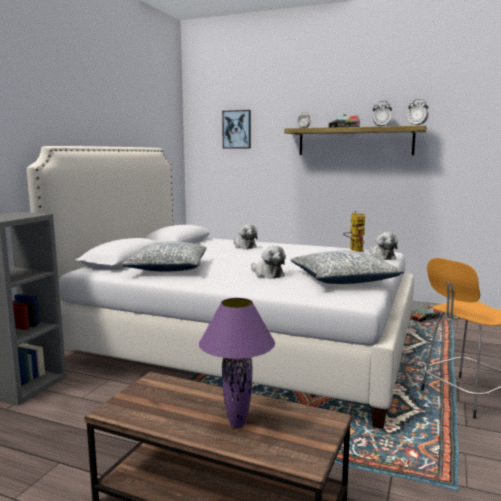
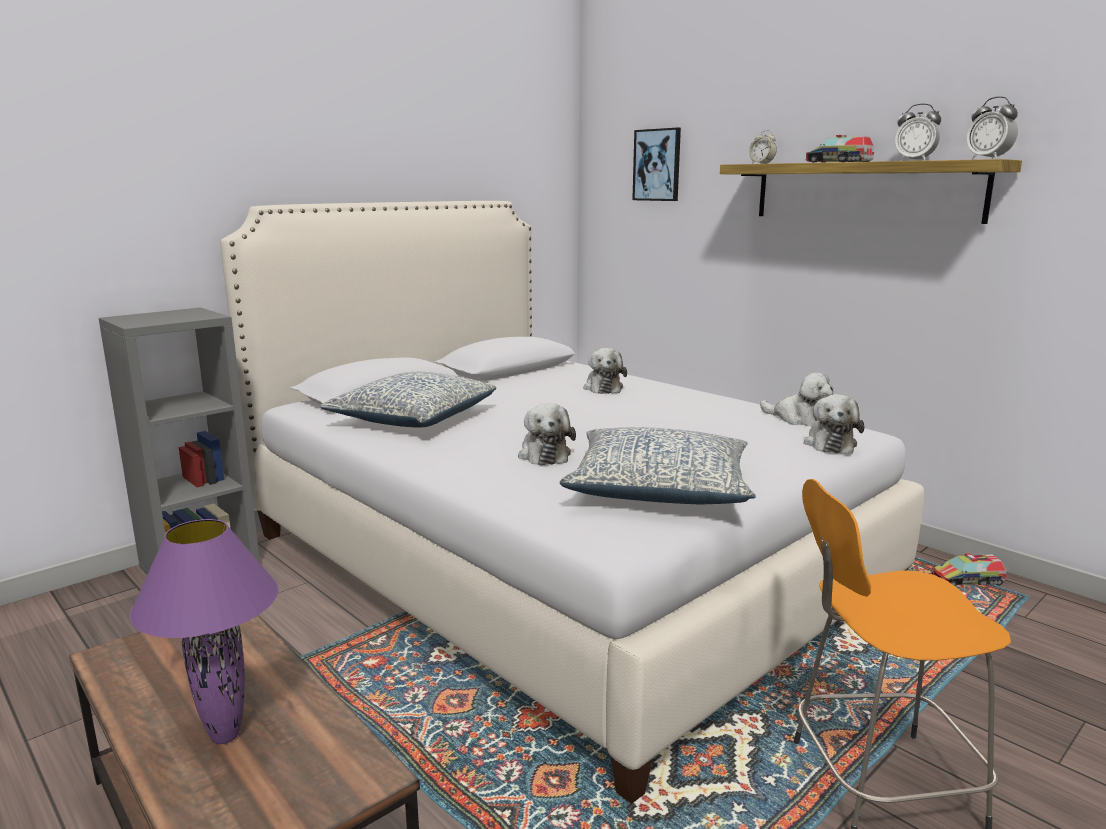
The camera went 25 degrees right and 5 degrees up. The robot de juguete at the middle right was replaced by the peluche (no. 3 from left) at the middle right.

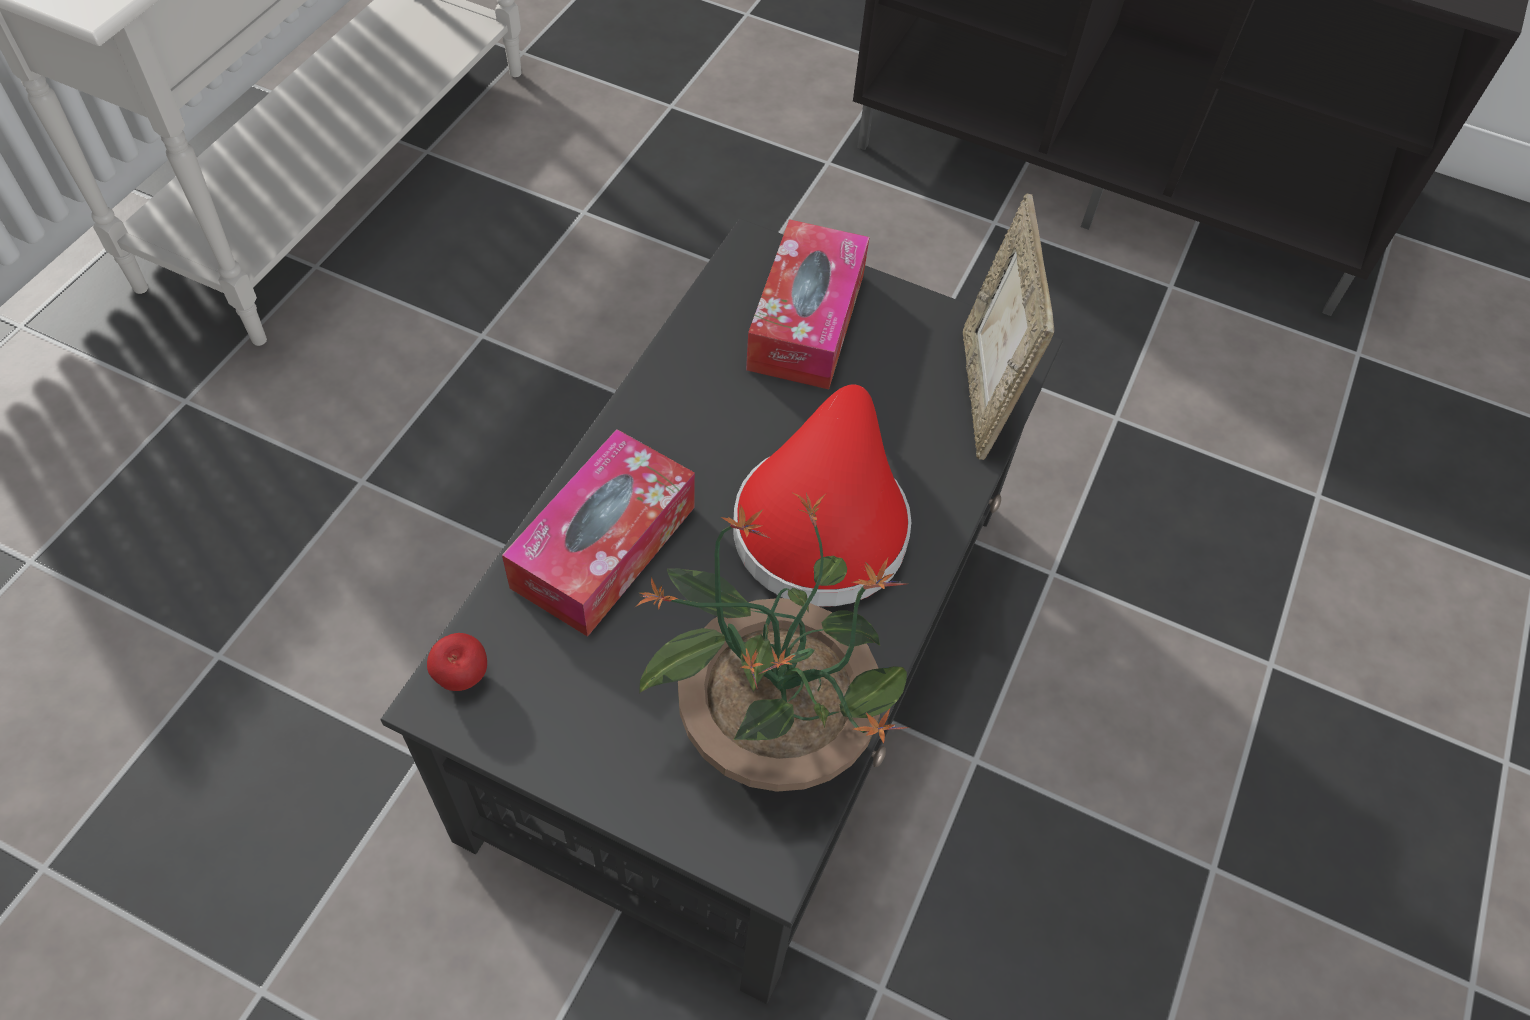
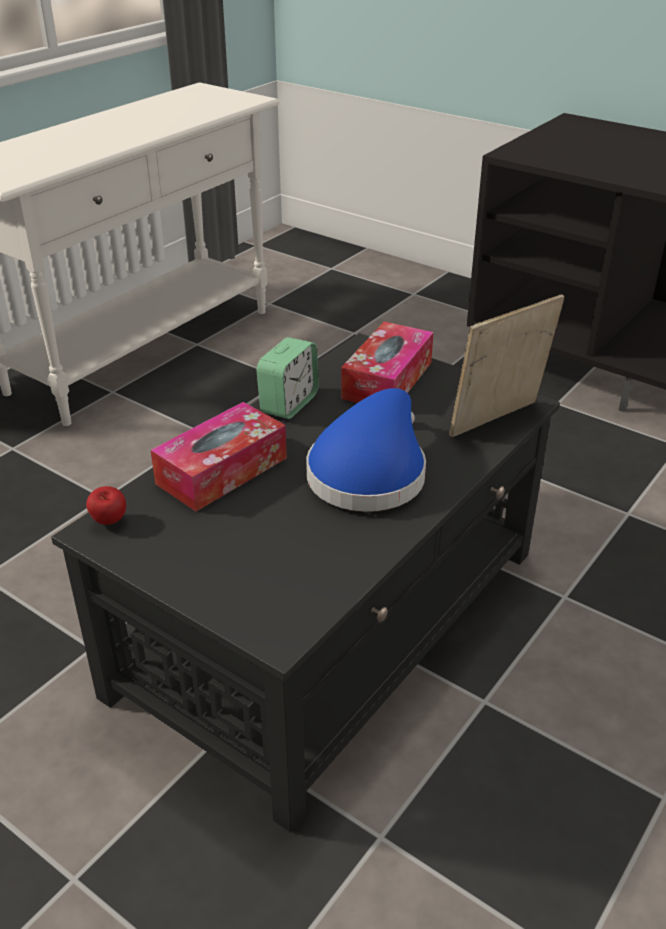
The camera went 15 degrees right and 20 degrees down. The planta en maceta at the centre disappeared. The despertador at the centre appeared. The sombrero [rojo] at the centre became the sombrero [azul] at the centre. The portarretratos at the top centre turned 45 degrees clockwise.

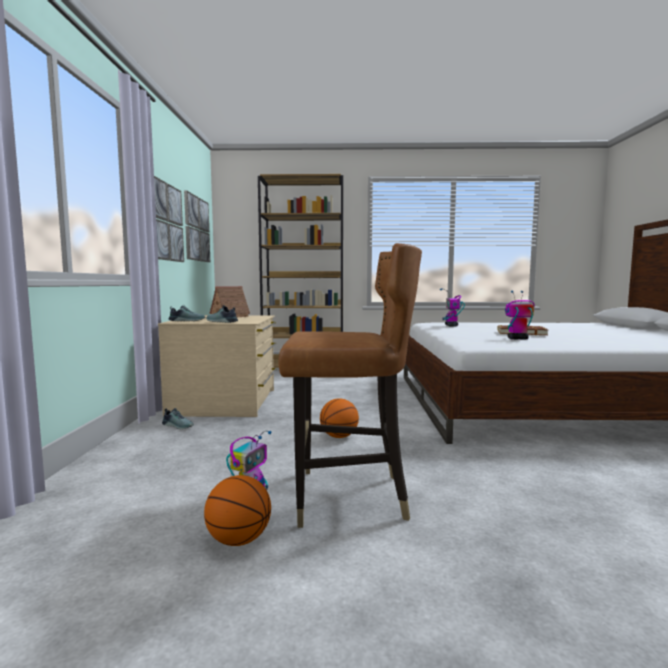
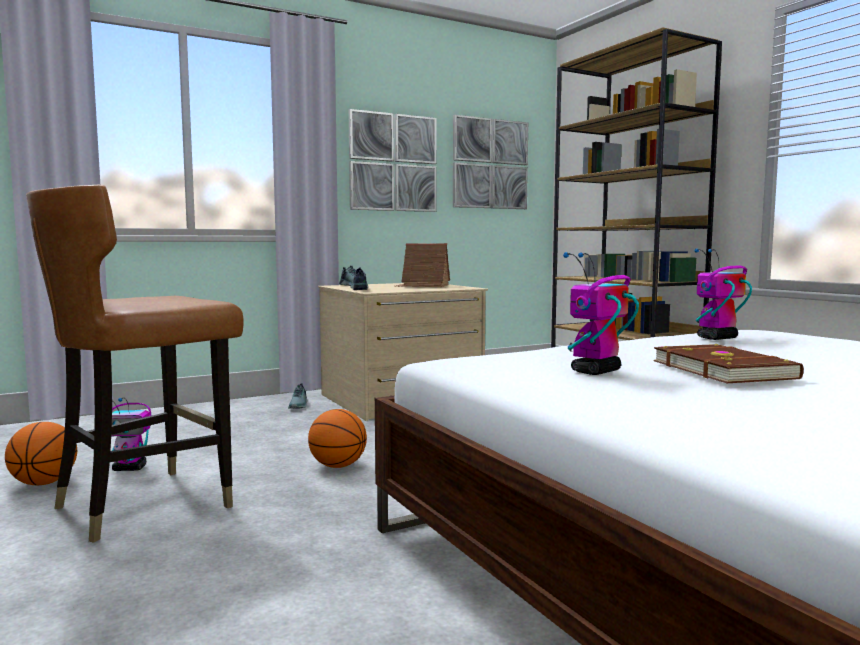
The camera went 60 degrees right and 0 degrees up. The silla [marrón] at the centre turned 75 degrees clockwise. The robot de juguete (no. 3 from left in the first image) at the middle right turned 105 degrees counterclockwise.

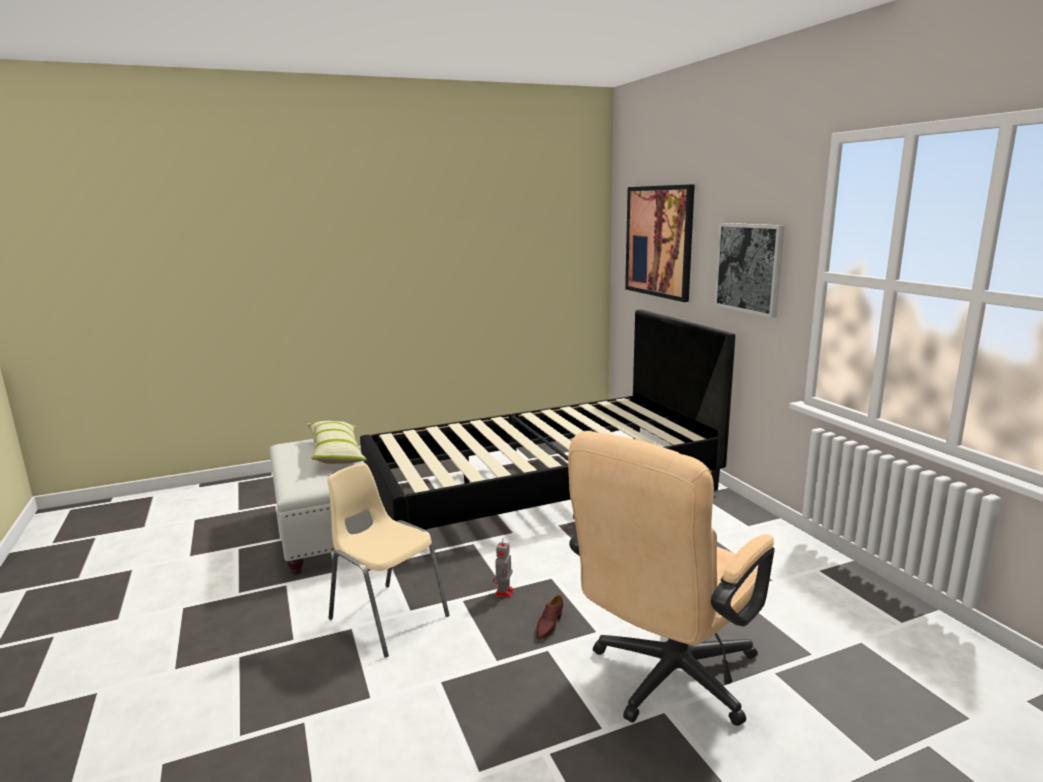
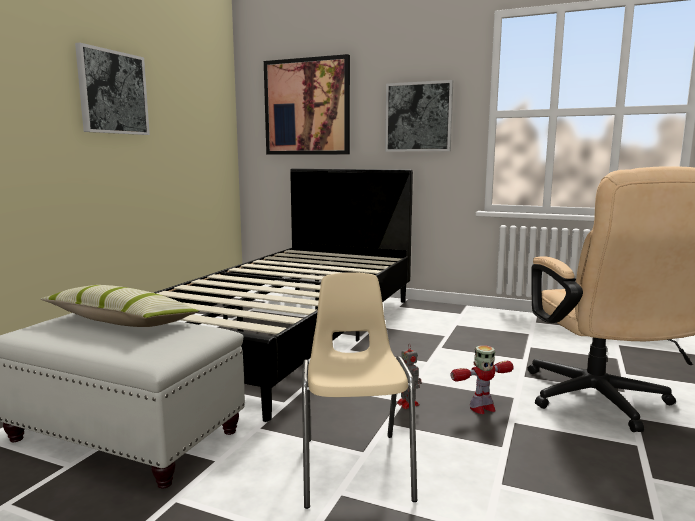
The camera went 45 degrees left and 5 degrees down. The cuadro (no. 1 from left) at the top left appeared. The zapato [marrón] at the bottom centre was replaced by the robot de juguete (no. 2 from left) at the bottom right. The silla [beis] at the bottom centre turned 90 degrees clockwise.

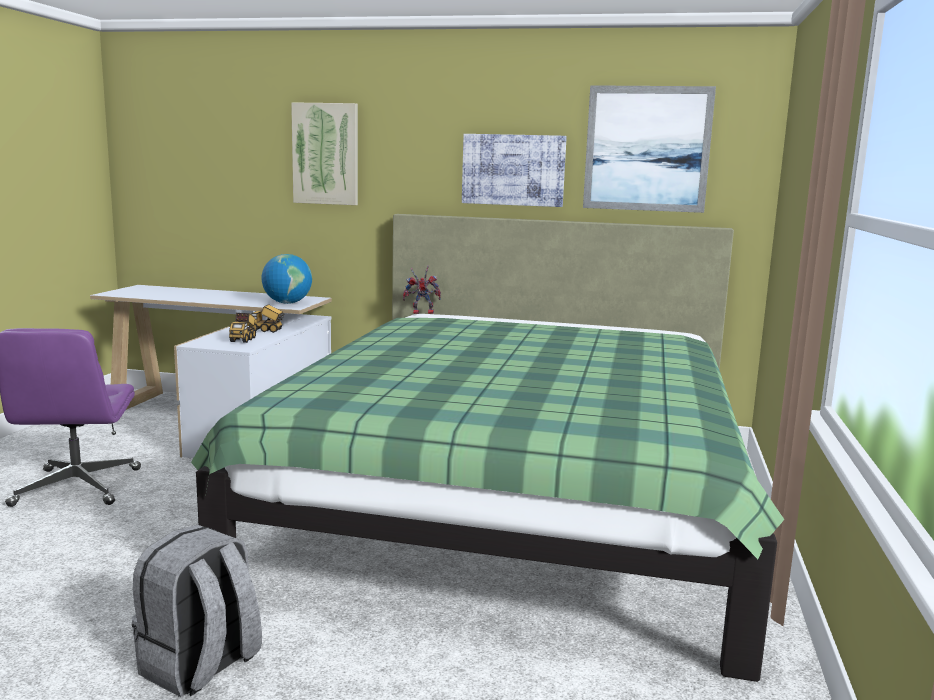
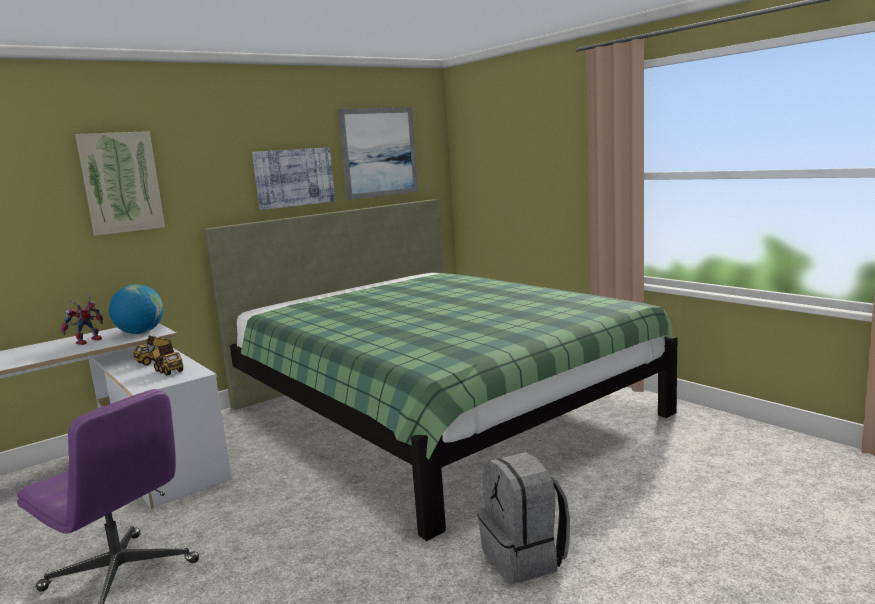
The camera went 50 degrees left and 0 degrees up. The robot de juguete moved from the centre to the middle left.

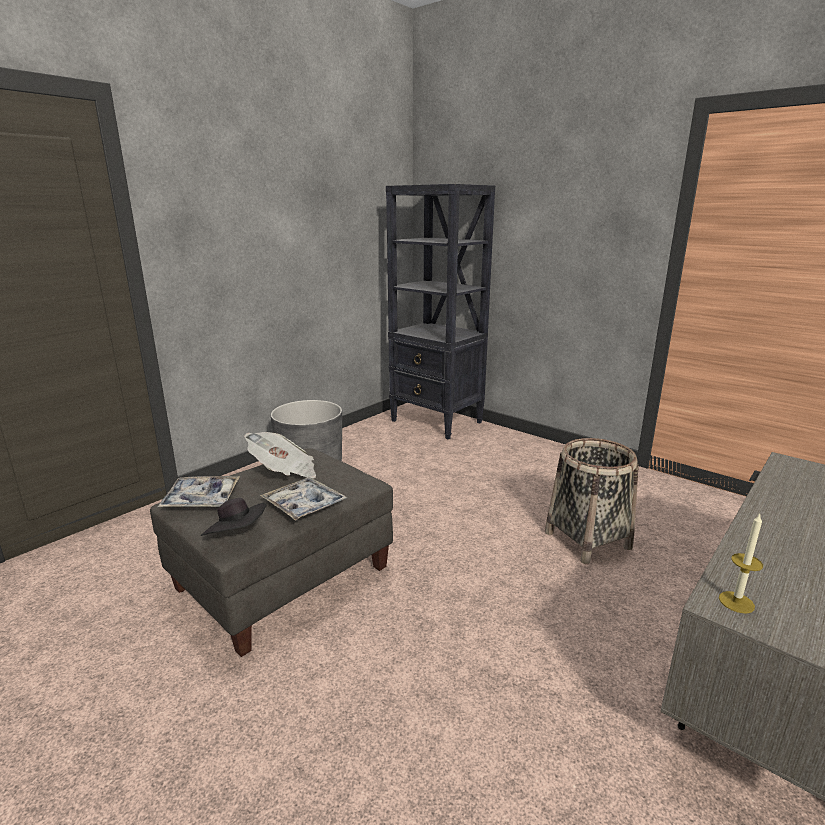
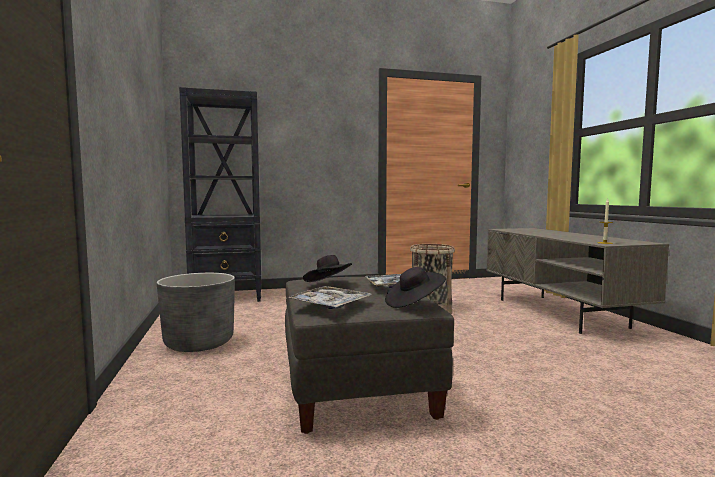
The camera went 55 degrees left and 15 degrees down. The periódico at the centre was replaced by the sombrero [negro] (no. 1 from left) at the centre.

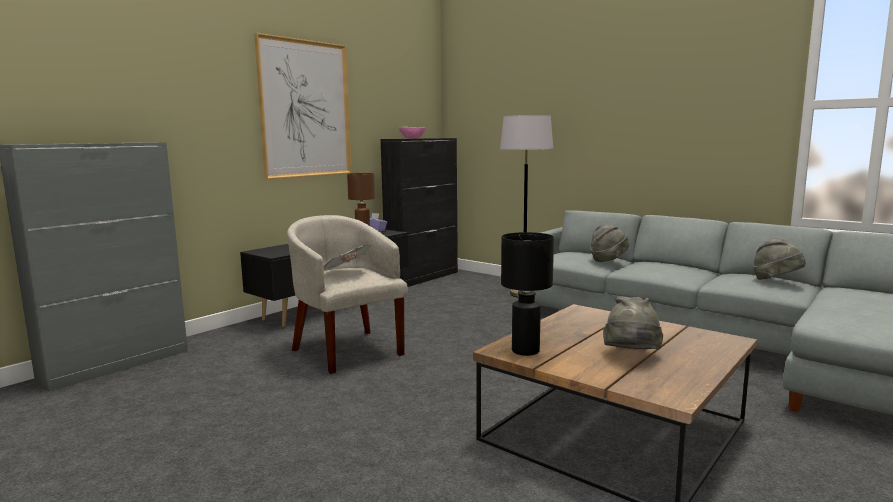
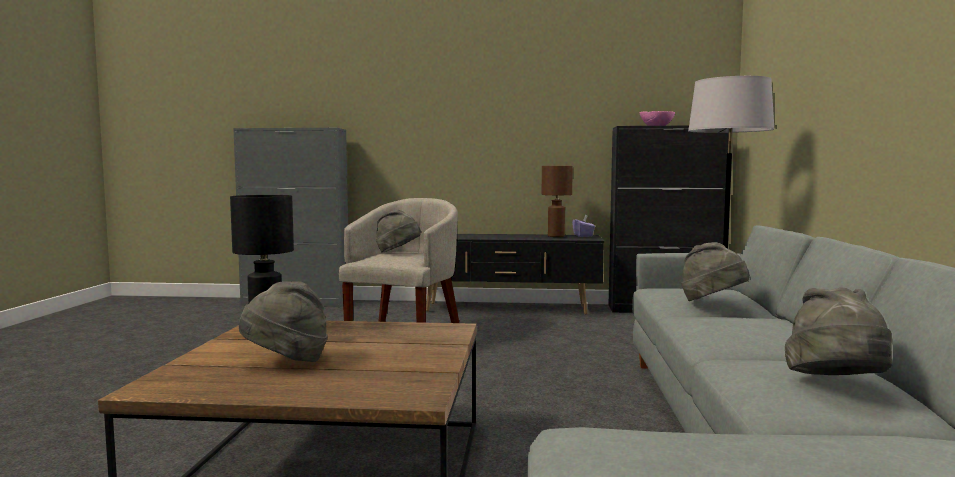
The camera went 55 degrees right and 5 degrees down. The cuadro at the top centre disappeared. The periódico at the centre was replaced by the sombrero [gris] (no. 2 from left) at the centre.

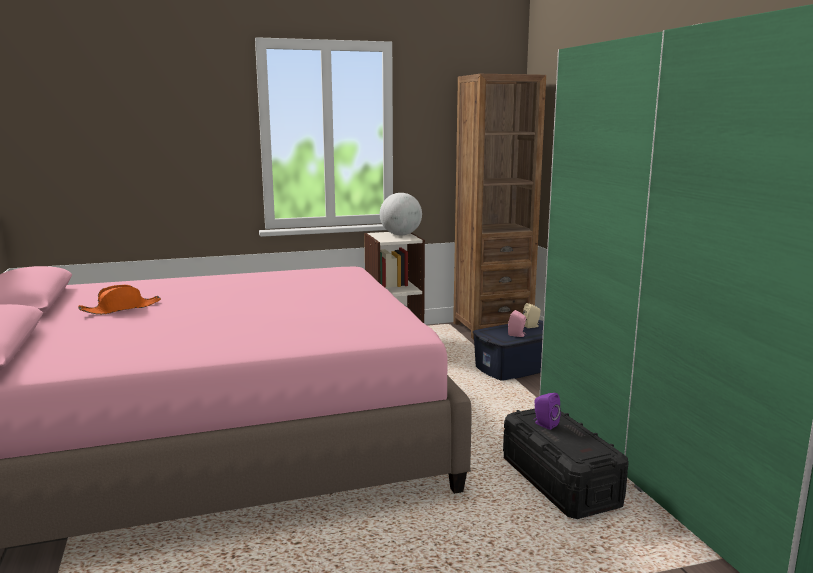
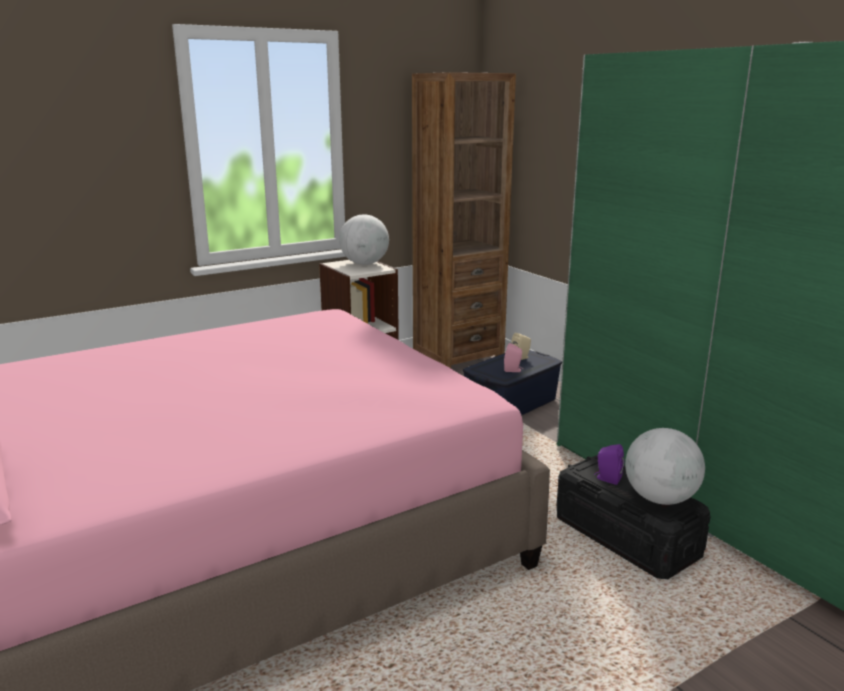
The camera went 15 degrees left and 5 degrees up. The sombrero [naranja] at the middle left disappeared. The globo terráqueo (no. 2 from left) at the bottom right appeared.

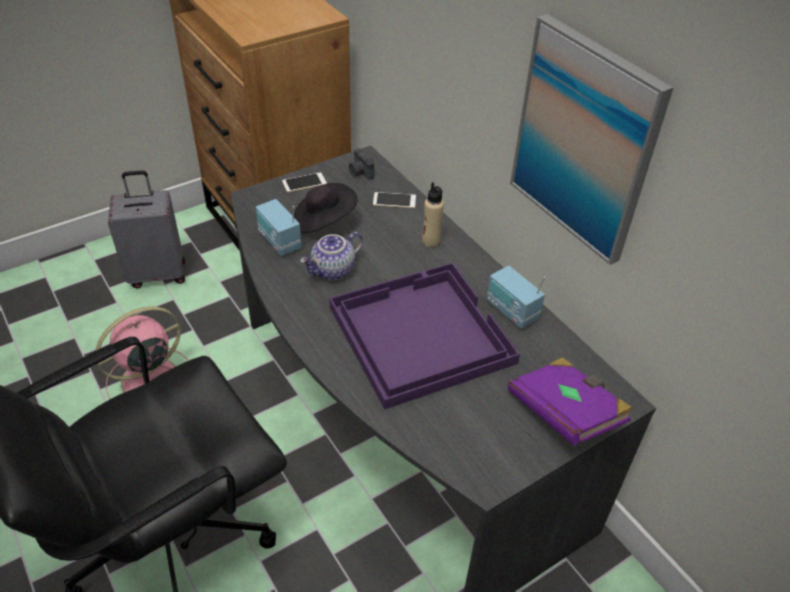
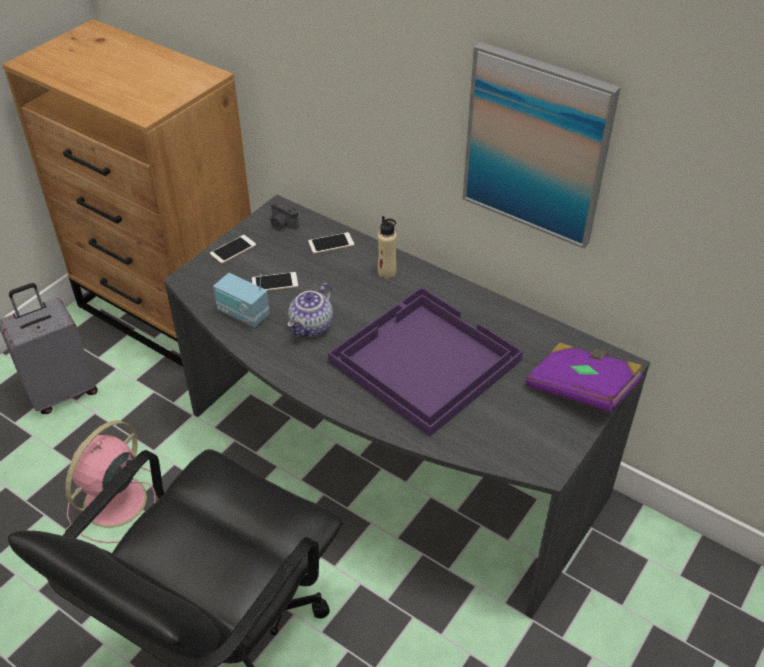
The camera went 20 degrees left and 0 degrees up. The radio (no. 2 from left) at the centre disappeared. The sombrero [negro] at the centre was replaced by the móvil (no. 2 from left) at the centre.

